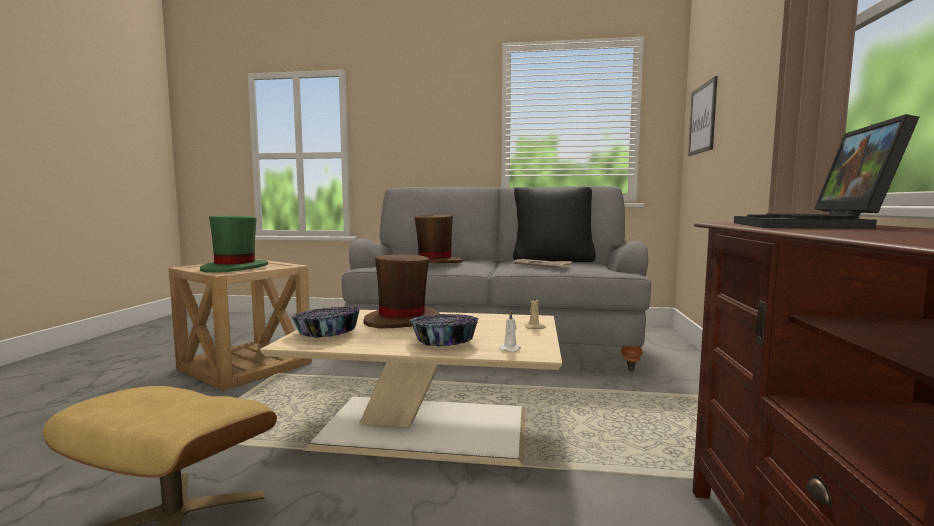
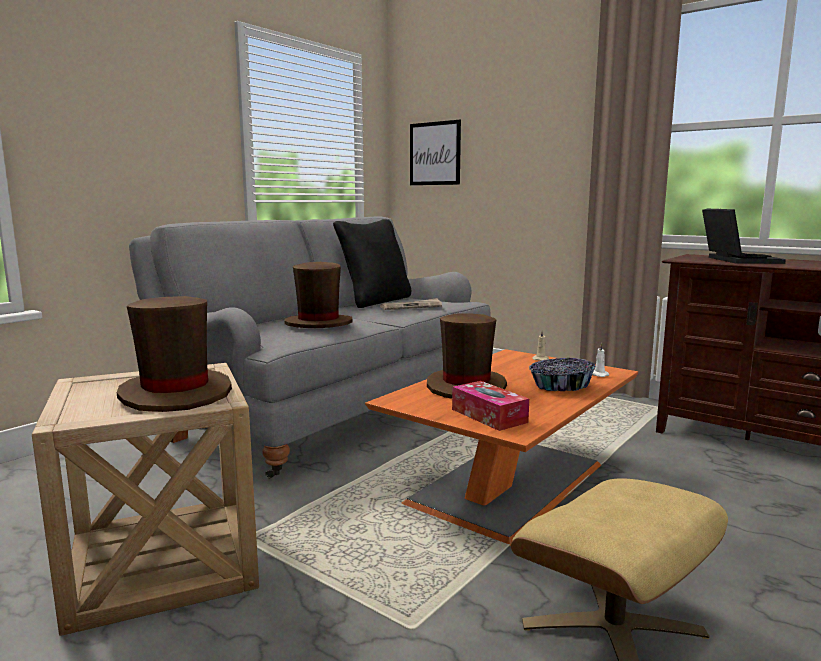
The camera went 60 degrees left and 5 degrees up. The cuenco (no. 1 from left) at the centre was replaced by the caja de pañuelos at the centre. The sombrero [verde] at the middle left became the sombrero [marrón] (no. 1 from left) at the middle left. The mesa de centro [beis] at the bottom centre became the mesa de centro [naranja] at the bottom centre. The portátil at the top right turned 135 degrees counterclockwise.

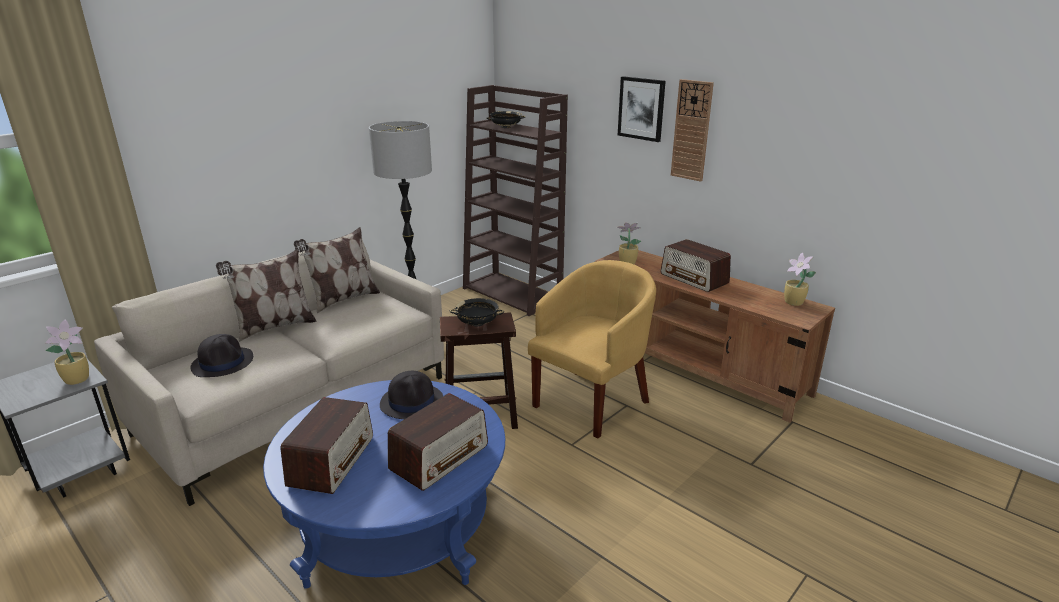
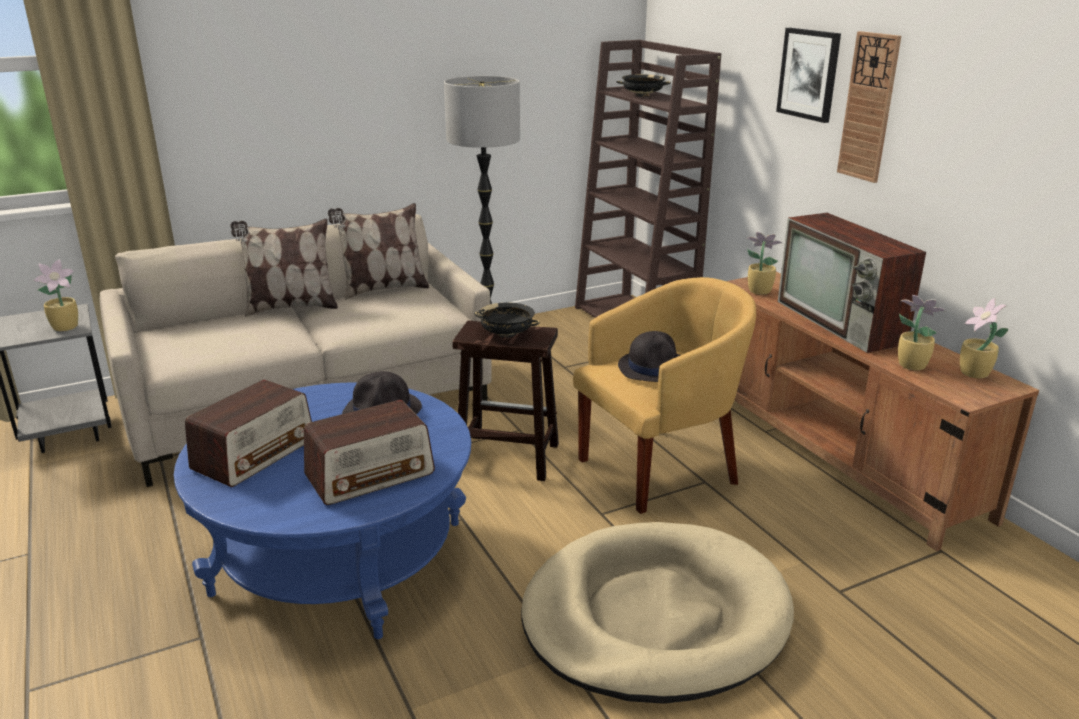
The camera went 20 degrees right and 0 degrees up. The cama para perro [beis] at the bottom centre appeared. The planta en maceta (no. 3 from left) at the middle right appeared. The sombrero [negro] (no. 1 from left in the first image) moved from the middle left to the centre. The radio (no. 3 from left) at the centre was replaced by the televisor at the middle right.

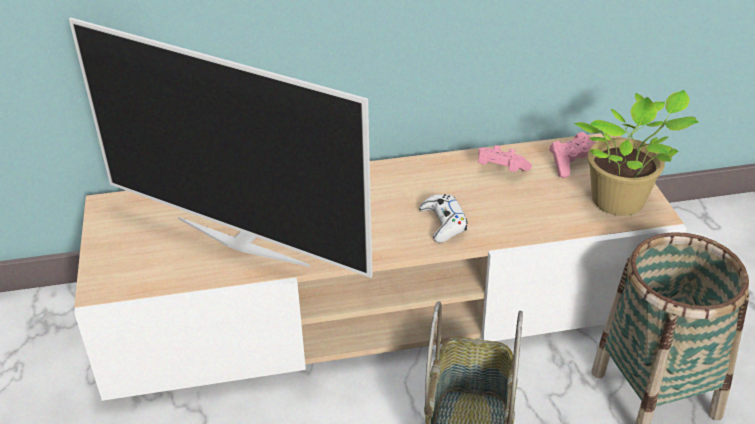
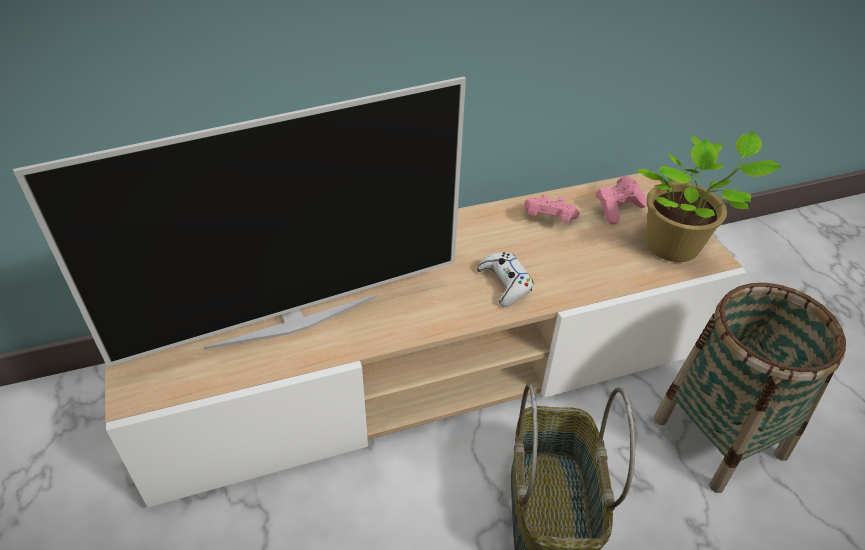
The camera went 10 degrees left and 5 degrees up. The televisor at the middle left turned 45 degrees counterclockwise.

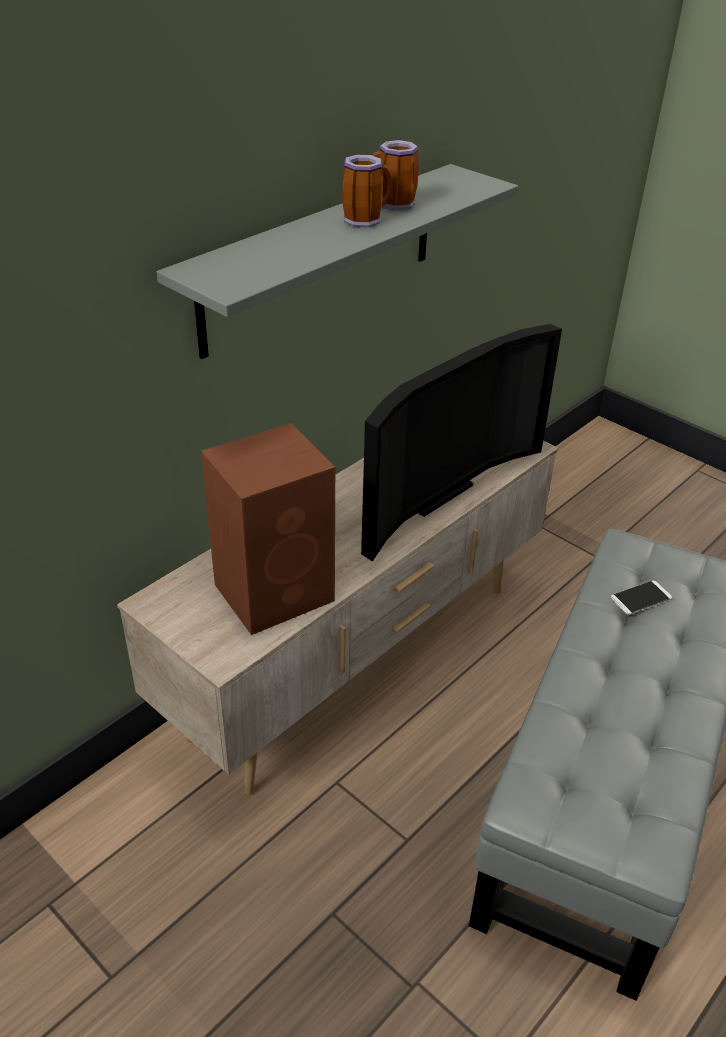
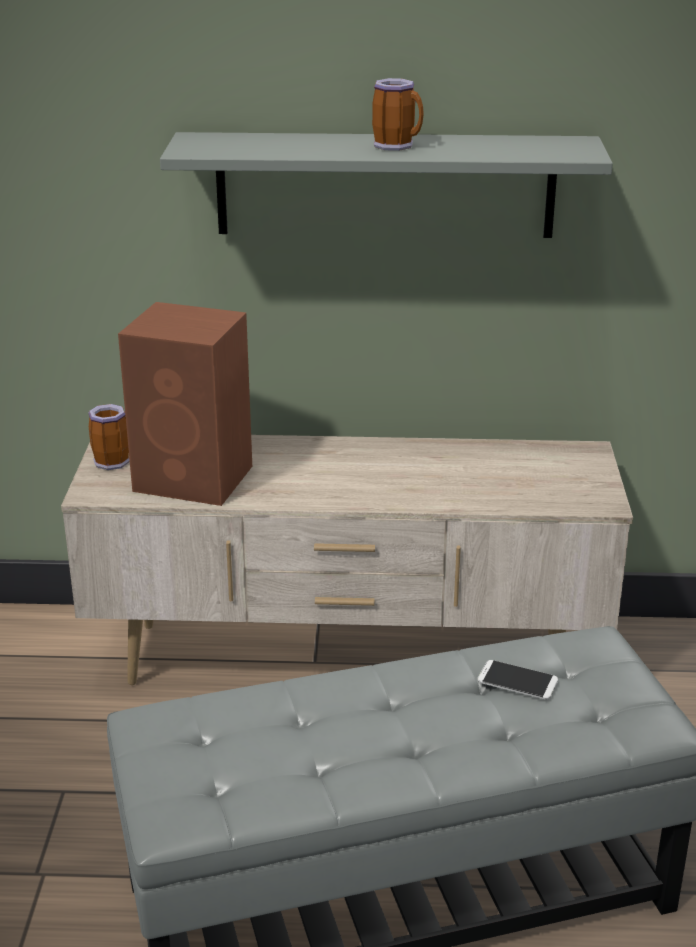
The camera went 50 degrees right and 10 degrees down. The televisor at the centre disappeared. The taza grande (no. 2 from left in the first image) moved from the top centre to the middle left.

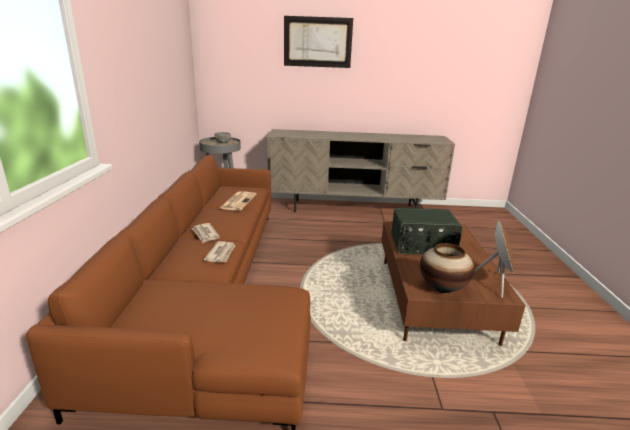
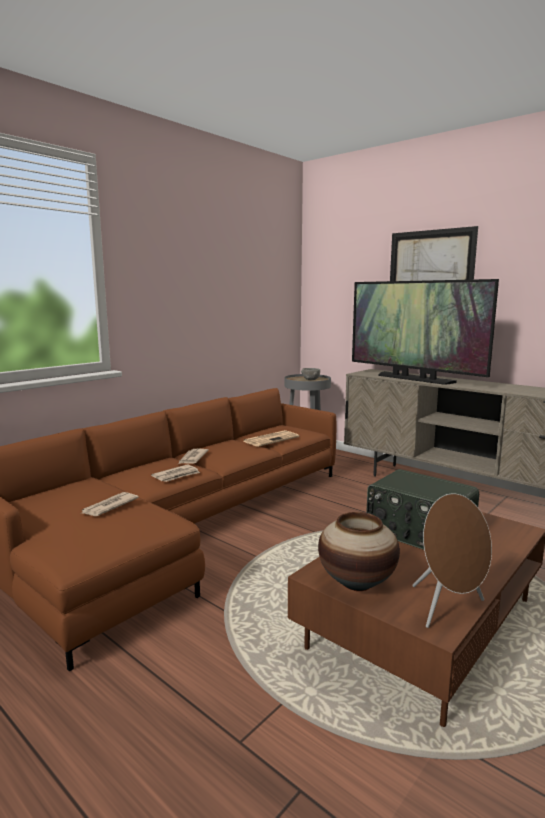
The camera went 40 degrees right and 10 degrees down. The periódico (no. 1 from left) at the middle left appeared. The televisor at the middle right appeared.

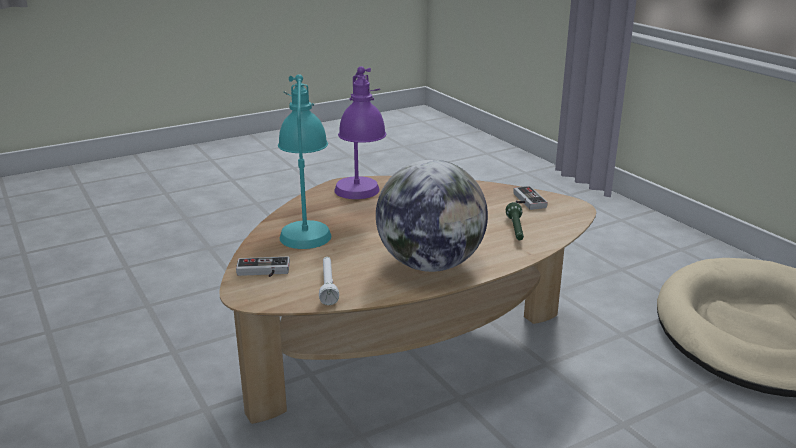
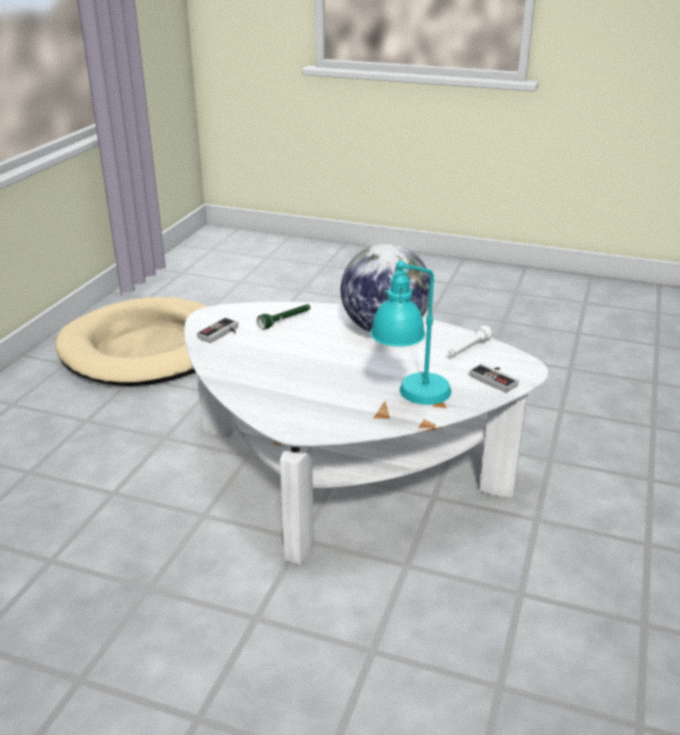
The camera went 130 degrees left and 5 degrees up. The lámpara de mesa [morado] at the top centre disappeared. The mesa de centro [marrón] at the bottom centre became the mesa de centro [blanco] at the centre.

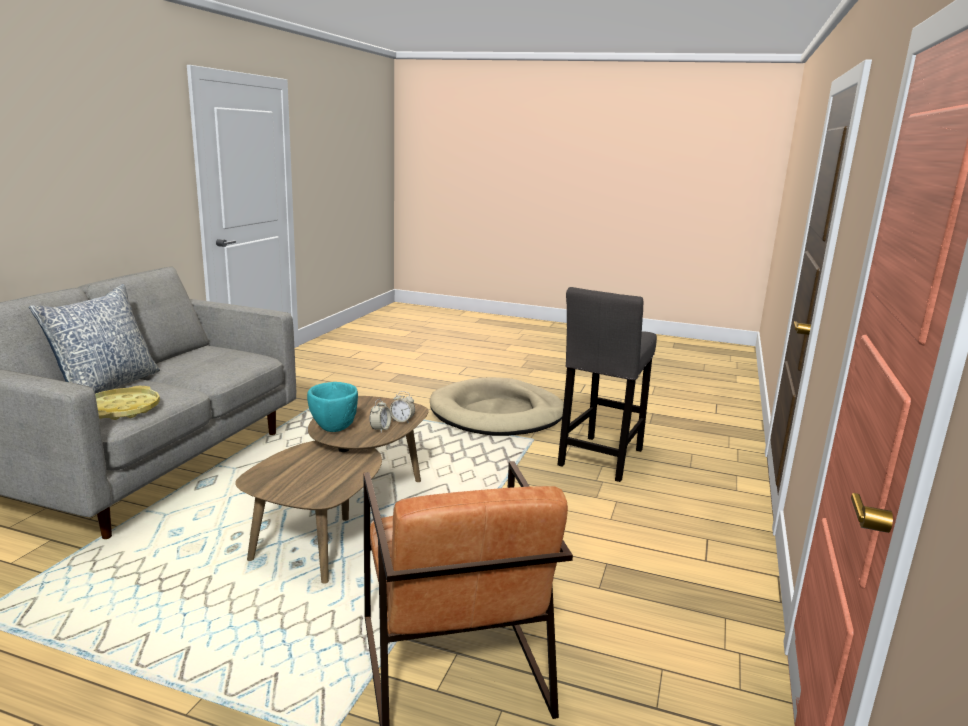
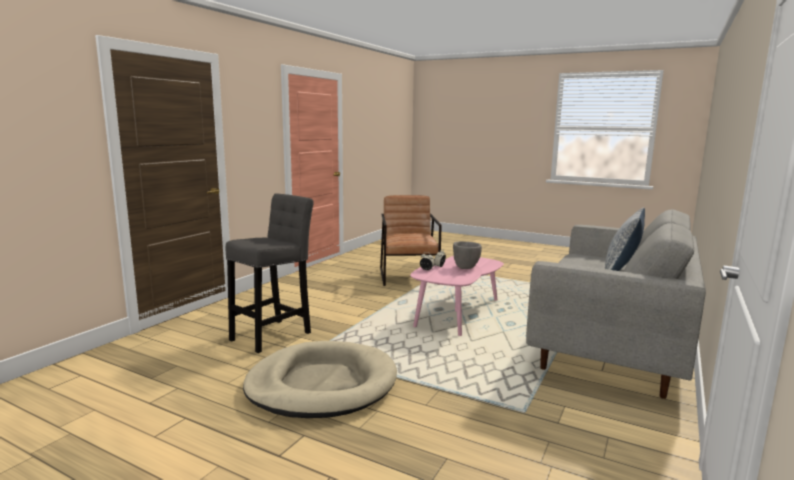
The camera went 170 degrees left and 5 degrees down. The bandeja [amarillo] at the middle left disappeared. The mesa de centro [marrón] at the bottom centre became the mesa de centro [rosa] at the centre. The cuenco [turquesa] at the centre became the cuenco [gris] at the centre.

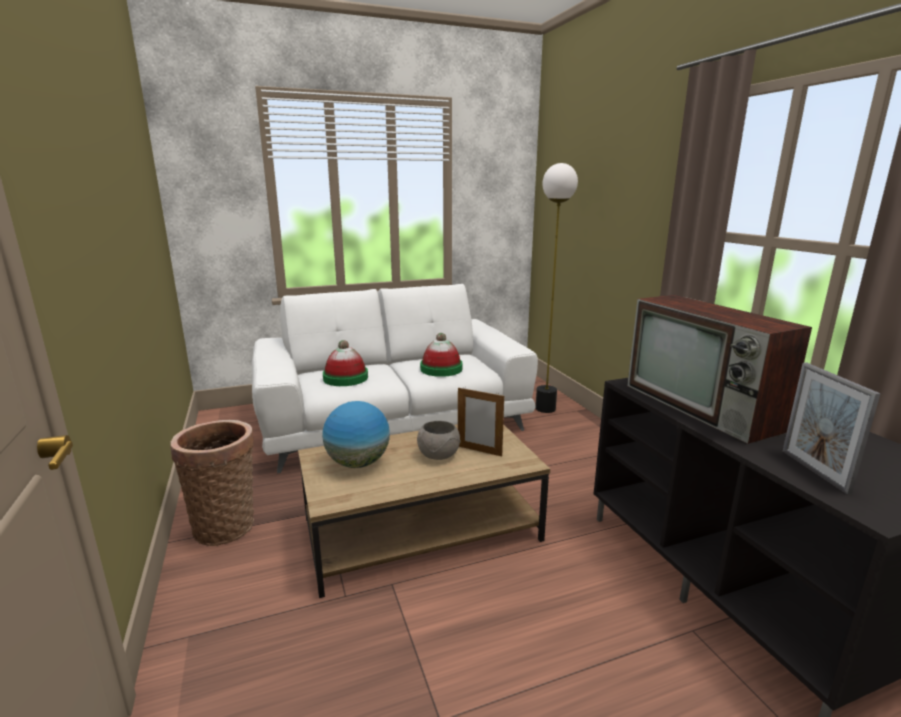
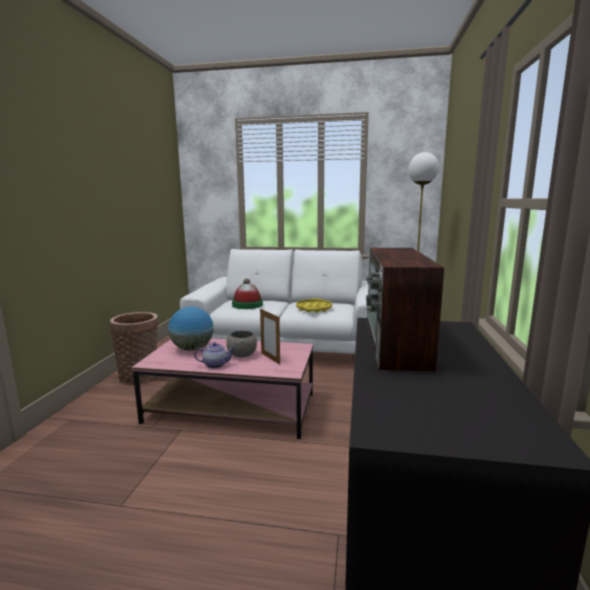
The camera went 30 degrees right and 5 degrees down. The portarretratos (no. 2 from left) at the middle right disappeared. The tetera at the centre appeared. The sombrero (no. 2 from left) at the centre was replaced by the bandeja [amarillo] at the centre. The mesa de centro [marrón] at the bottom centre became the mesa de centro [rosa] at the centre.

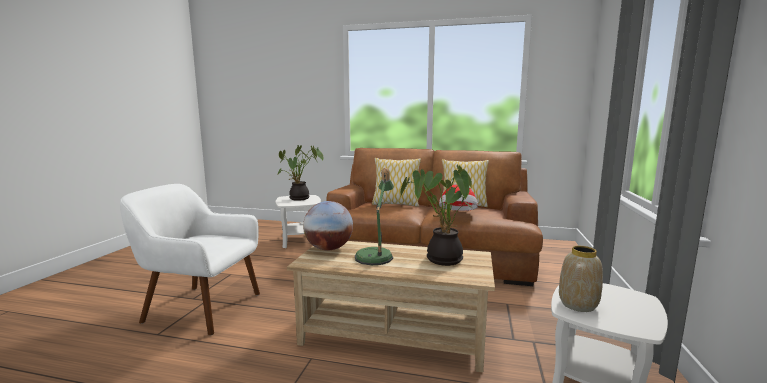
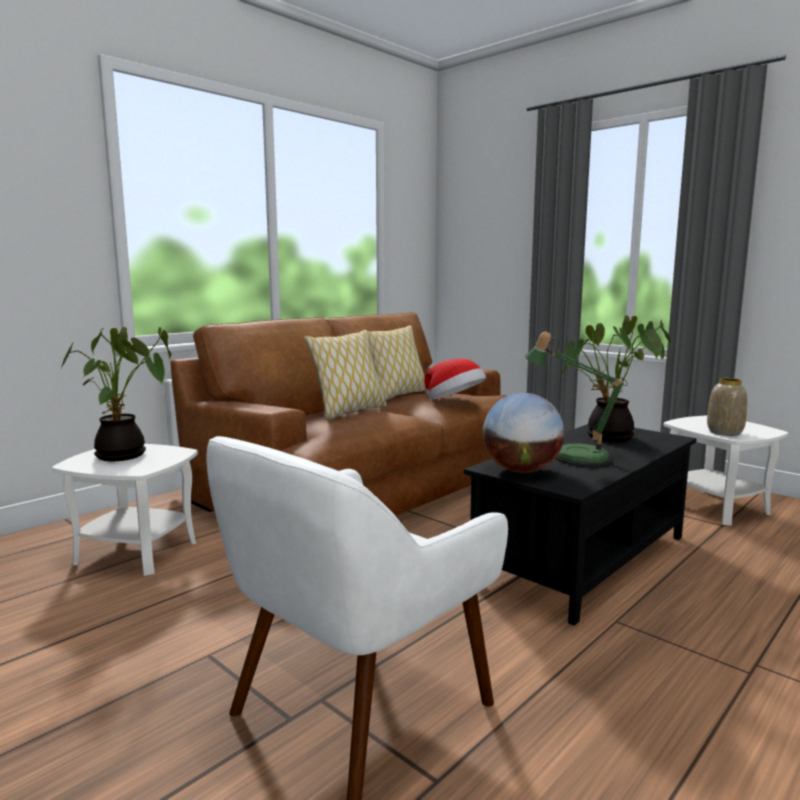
The camera went 60 degrees left and 0 degrees up. The mesa de centro [beis] at the bottom centre became the mesa de centro [negro] at the middle right.

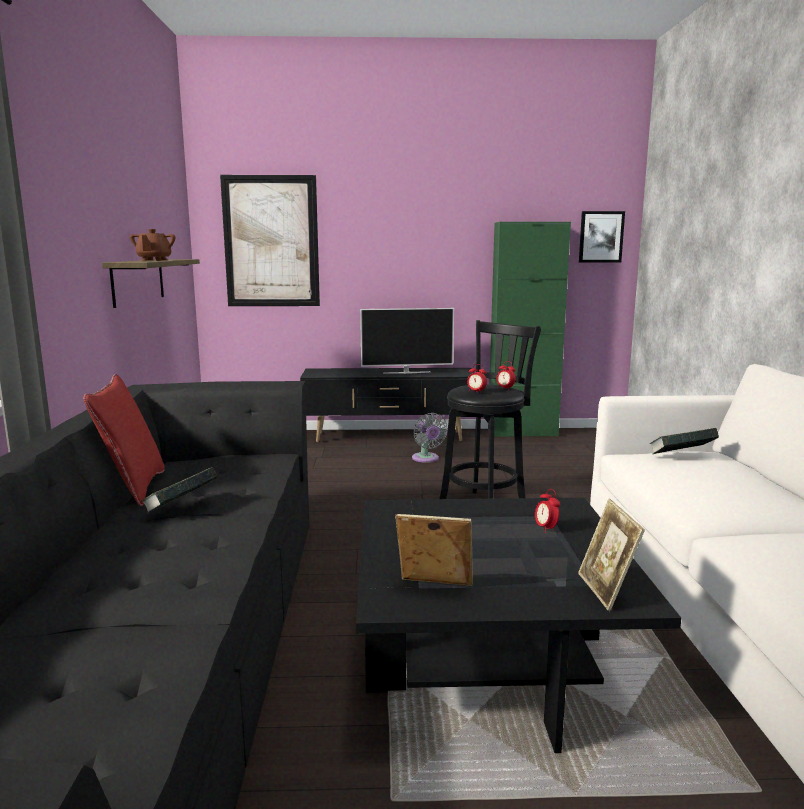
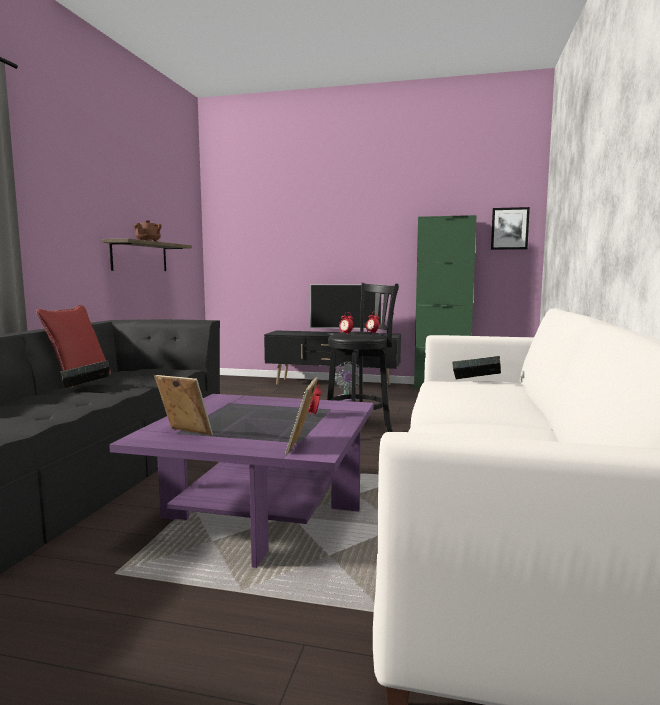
The camera went 15 degrees right and 5 degrees down. The cuadro (no. 1 from left) at the top centre disappeared. The mesa de centro [negro] at the bottom centre became the mesa de centro [morado] at the bottom centre.

